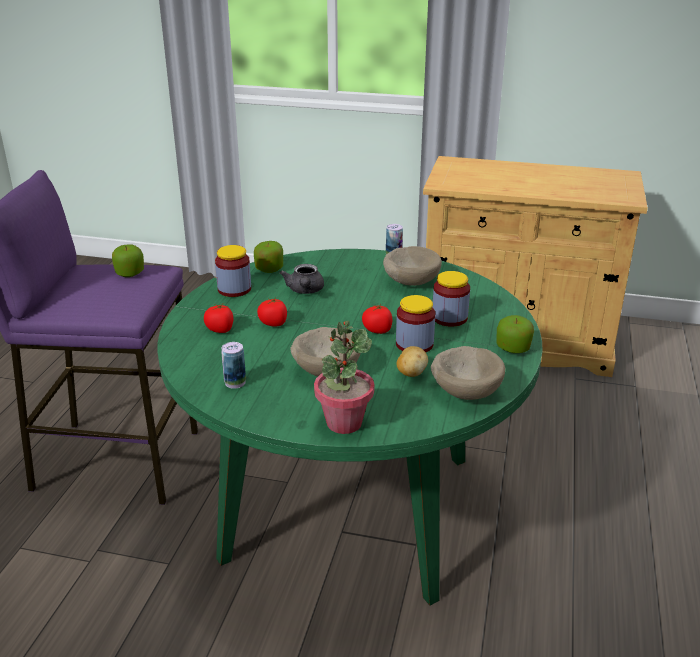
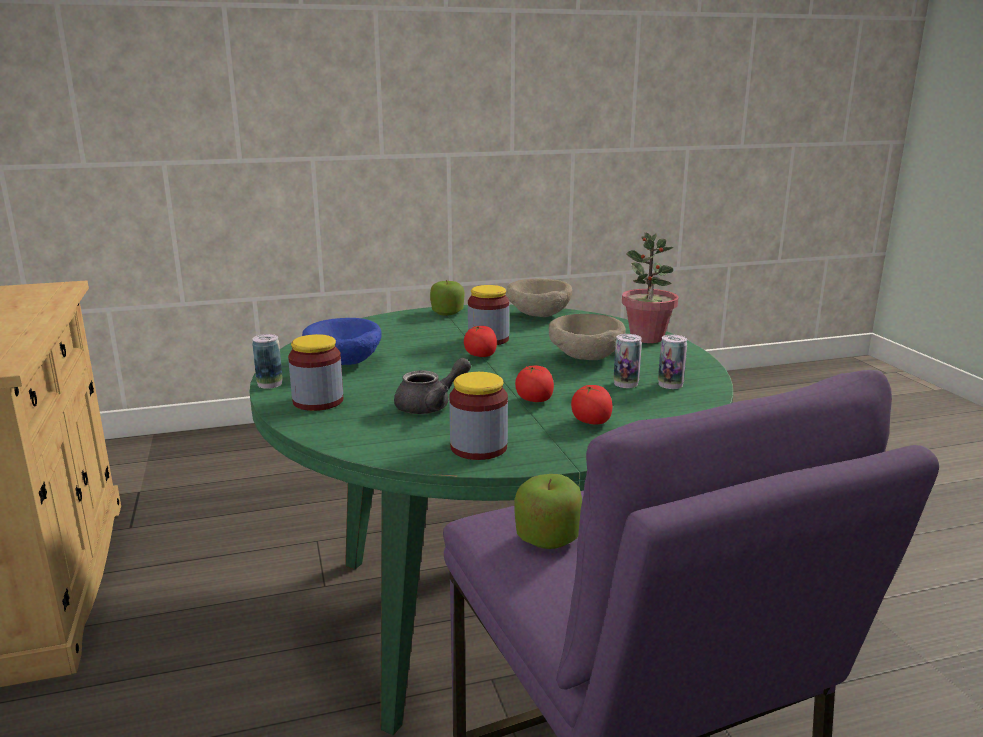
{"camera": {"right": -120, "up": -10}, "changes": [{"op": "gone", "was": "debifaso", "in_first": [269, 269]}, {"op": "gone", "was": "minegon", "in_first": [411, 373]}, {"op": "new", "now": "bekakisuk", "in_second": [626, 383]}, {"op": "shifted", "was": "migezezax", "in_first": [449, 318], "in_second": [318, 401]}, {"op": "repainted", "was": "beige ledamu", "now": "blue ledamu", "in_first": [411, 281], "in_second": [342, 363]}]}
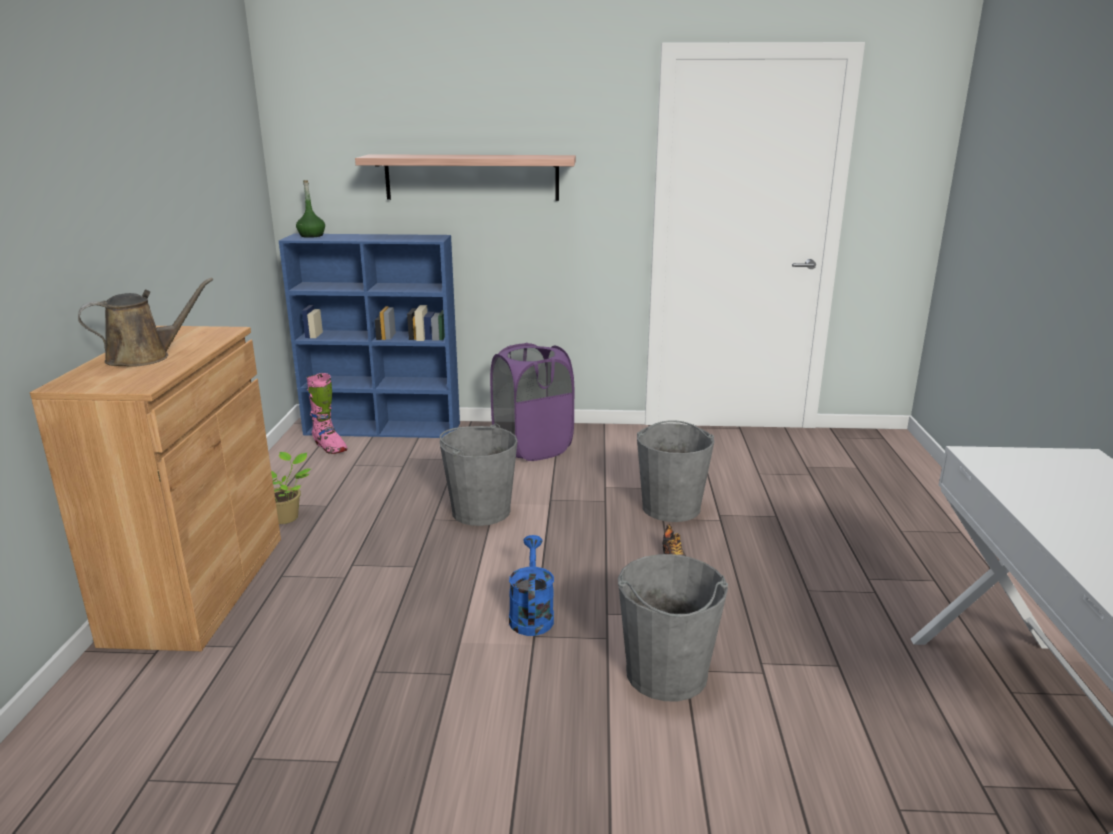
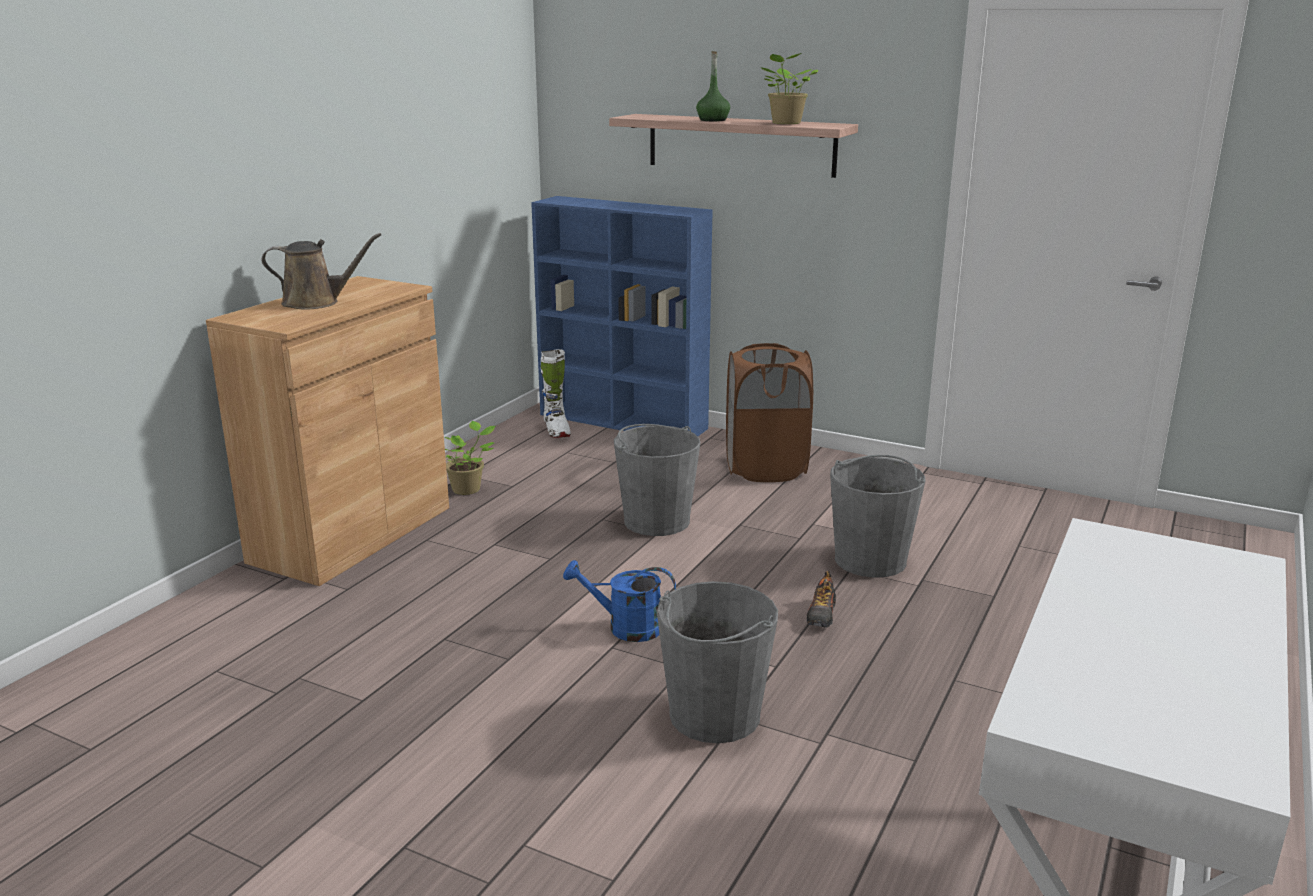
{"camera": {"right": 25, "up": 0}, "changes": [{"op": "new", "now": "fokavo", "in_second": [785, 123]}, {"op": "shifted", "was": "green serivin", "in_first": [311, 235], "in_second": [712, 120]}, {"op": "repainted", "was": "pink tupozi", "now": "white tupozi", "in_first": [329, 447], "in_second": [556, 431]}, {"op": "repainted", "was": "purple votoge", "now": "brown votoge", "in_first": [532, 448], "in_second": [765, 468]}, {"op": "rotated", "was": "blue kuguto", "in_first": [531, 614], "in_second": [625, 628], "clockwise": -105}]}
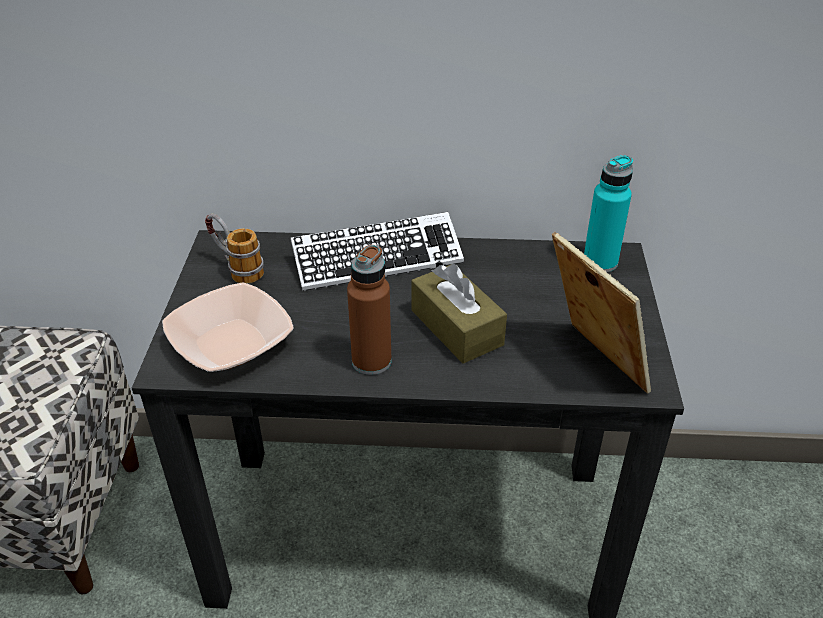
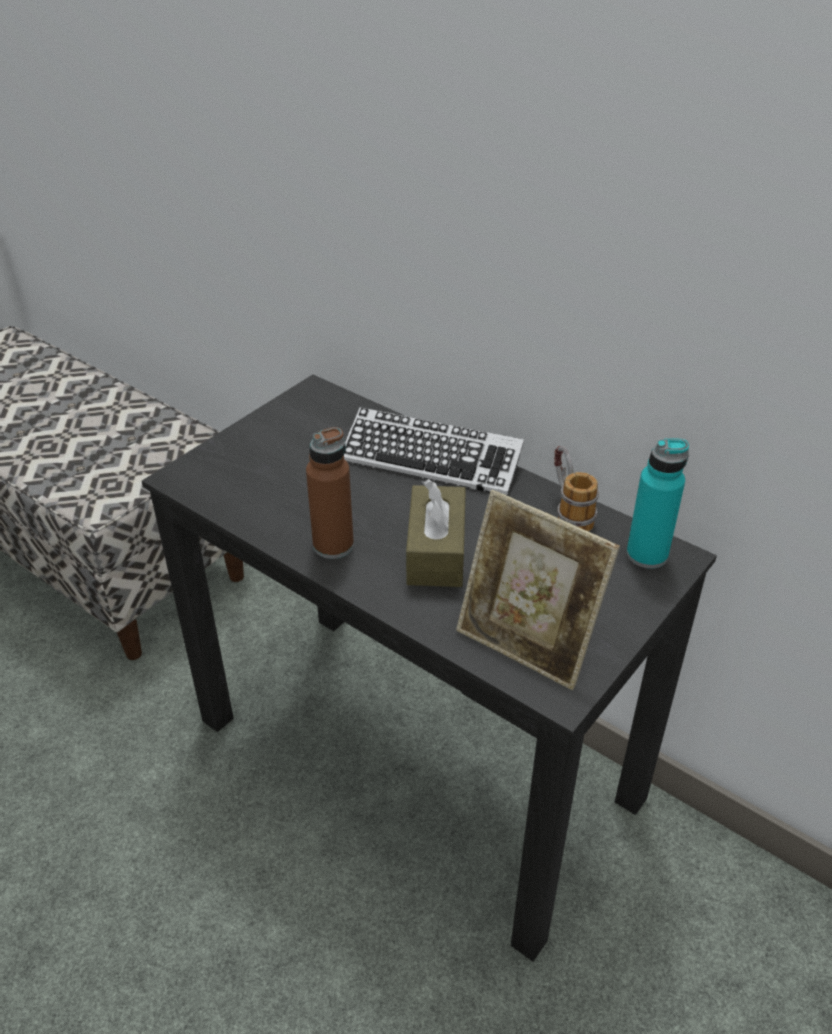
{"camera": {"right": 35, "up": 0}, "changes": [{"op": "gone", "was": "ledamu", "in_first": [231, 344]}, {"op": "shifted", "was": "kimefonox", "in_first": [236, 268], "in_second": [567, 511]}, {"op": "rotated", "was": "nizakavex", "in_first": [592, 364], "in_second": [527, 644], "clockwise": 120}]}
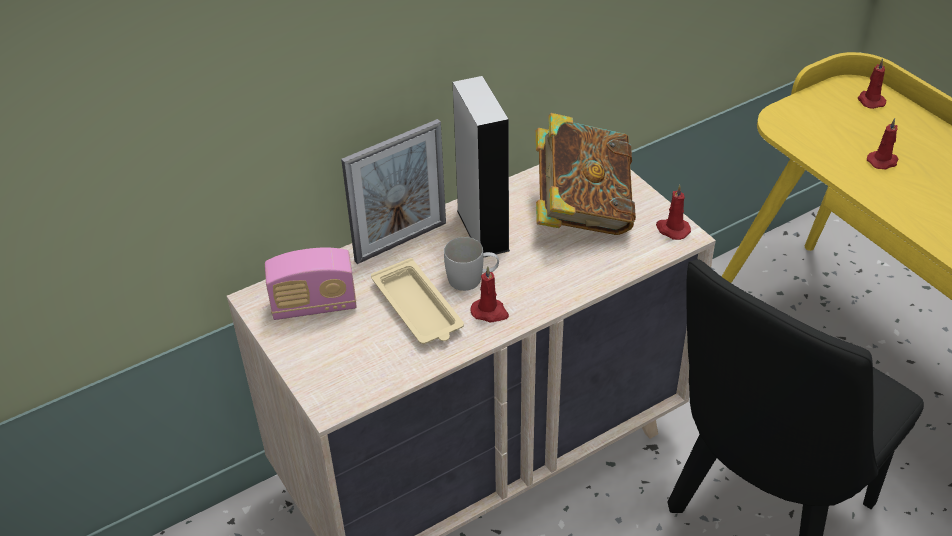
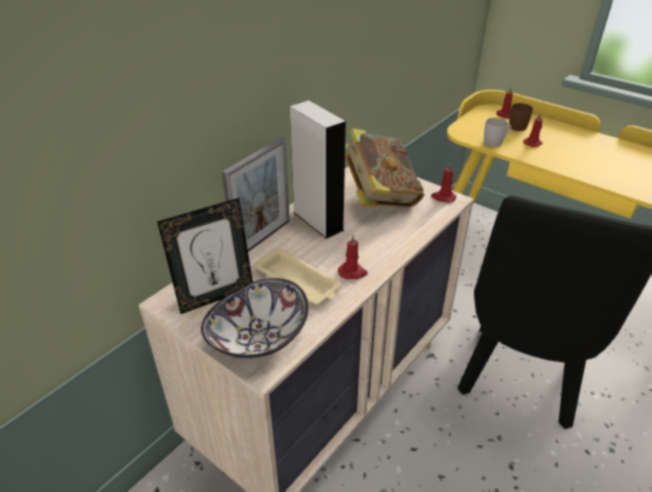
{"camera": {"right": -20, "up": -5}, "changes": [{"op": "new", "now": "ledamu", "in_second": [257, 337]}, {"op": "new", "now": "brown kimefonox", "in_second": [520, 126]}, {"op": "shifted", "was": "white kimefonox", "in_first": [472, 279], "in_second": [496, 142]}, {"op": "swapped", "was": "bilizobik", "now": "nizakavex", "in_first": [314, 306], "in_second": [215, 296]}]}
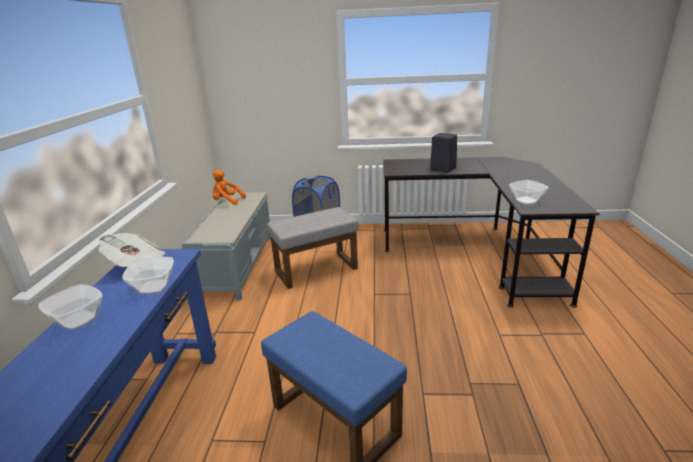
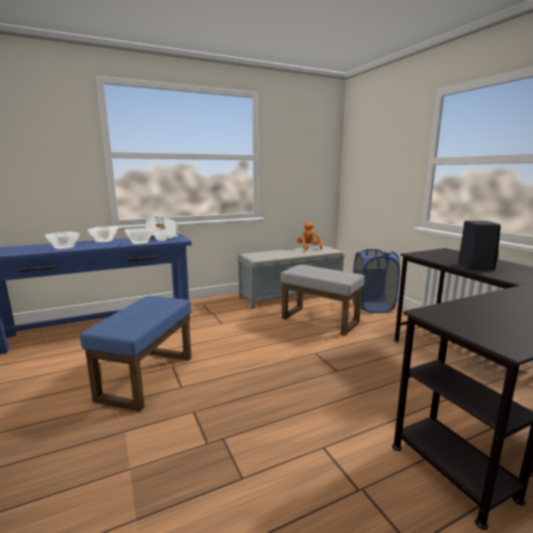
{"camera": {"right": 60, "up": -10}, "changes": [{"op": "shifted", "was": "ledamu", "in_first": [525, 201], "in_second": [64, 248]}]}
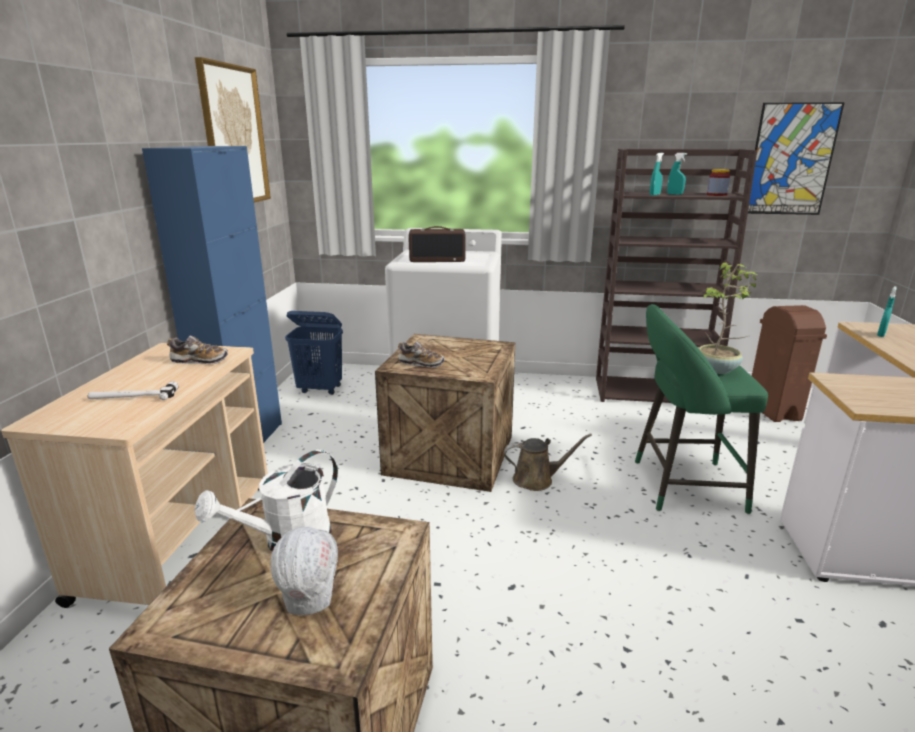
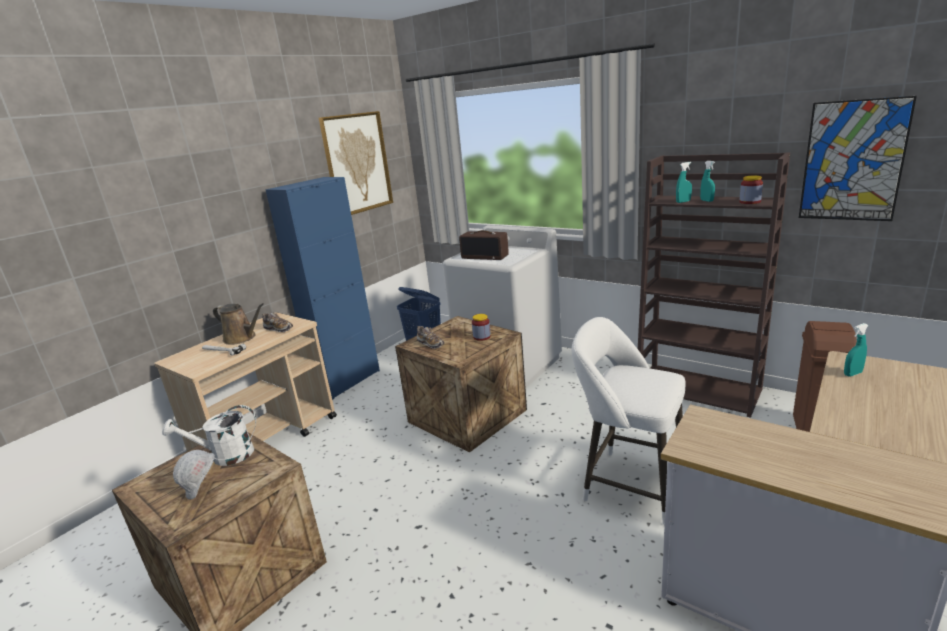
{"camera": {"right": 30, "up": 0}, "changes": [{"op": "gone", "was": "fokavo", "in_first": [717, 369]}, {"op": "new", "now": "migezezax", "in_second": [482, 337]}, {"op": "shifted", "was": "brown kuguto", "in_first": [537, 479], "in_second": [242, 338]}, {"op": "repainted", "was": "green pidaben", "now": "white pidaben", "in_first": [680, 486], "in_second": [628, 484]}]}
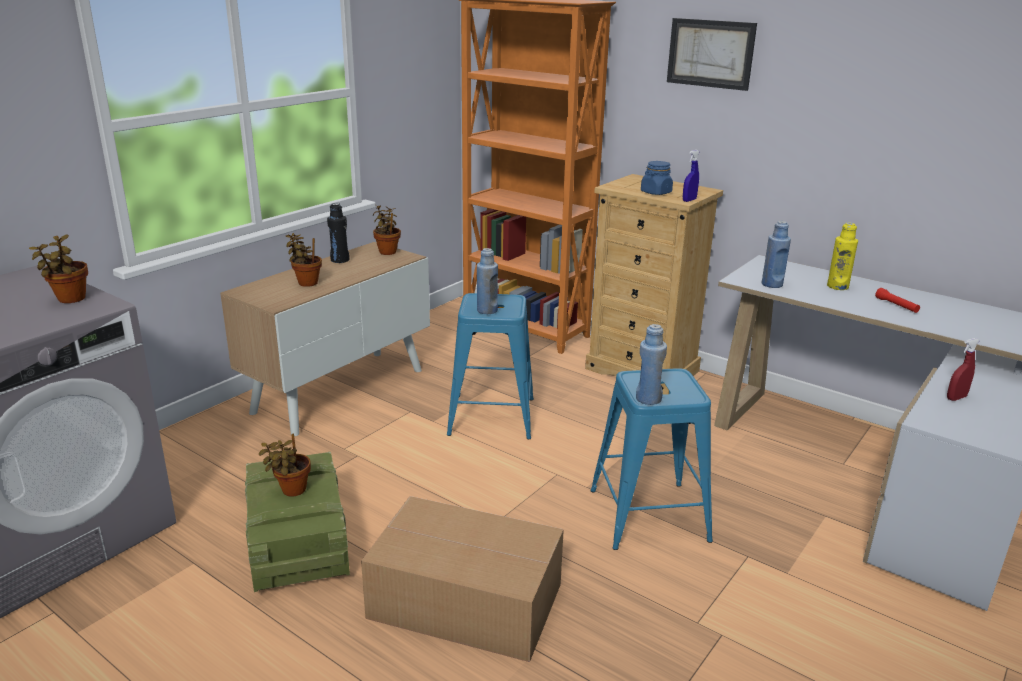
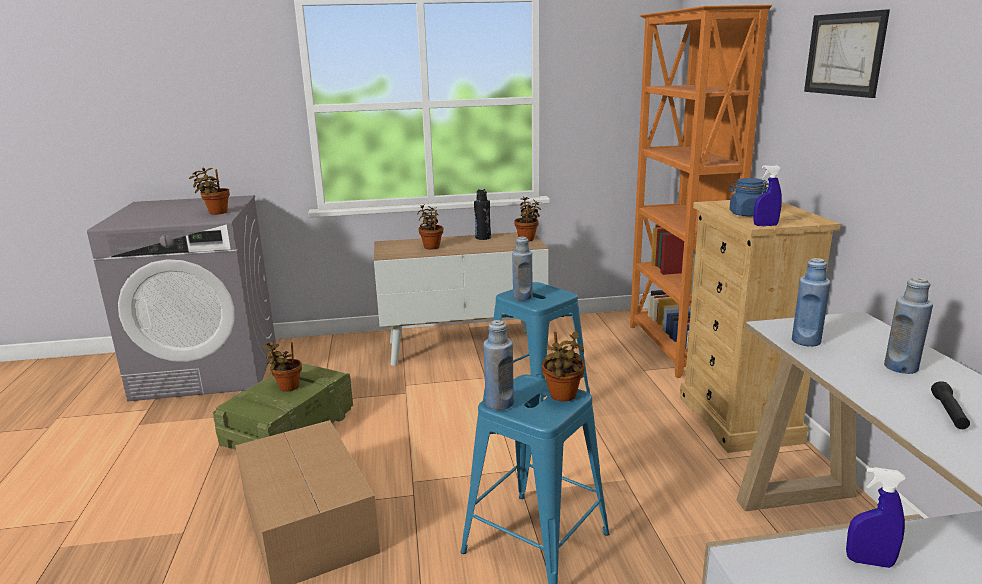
{"camera": {"right": 45, "up": -5}, "changes": [{"op": "new", "now": "fokavo", "in_second": [562, 397]}, {"op": "repainted", "was": "yellow serivin", "now": "blue serivin", "in_first": [837, 286], "in_second": [901, 367]}, {"op": "repainted", "was": "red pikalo", "now": "black pikalo", "in_first": [896, 306], "in_second": [949, 413]}, {"op": "repainted", "was": "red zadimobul", "now": "blue zadimobul", "in_first": [956, 398], "in_second": [869, 562]}]}
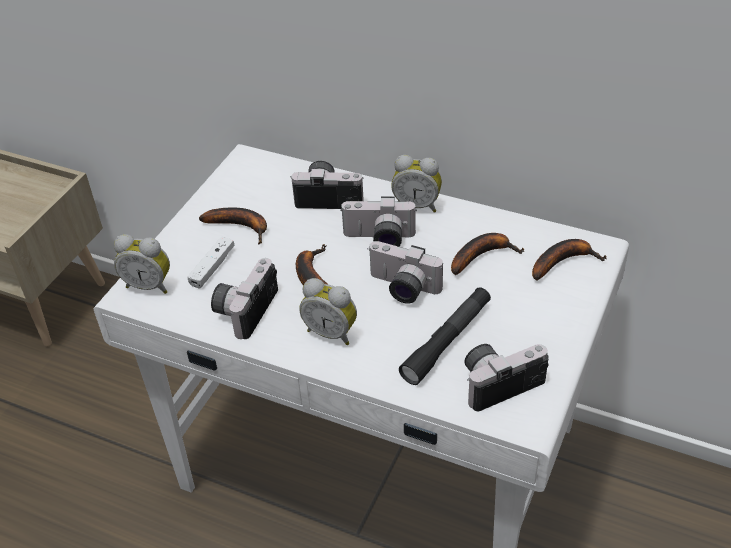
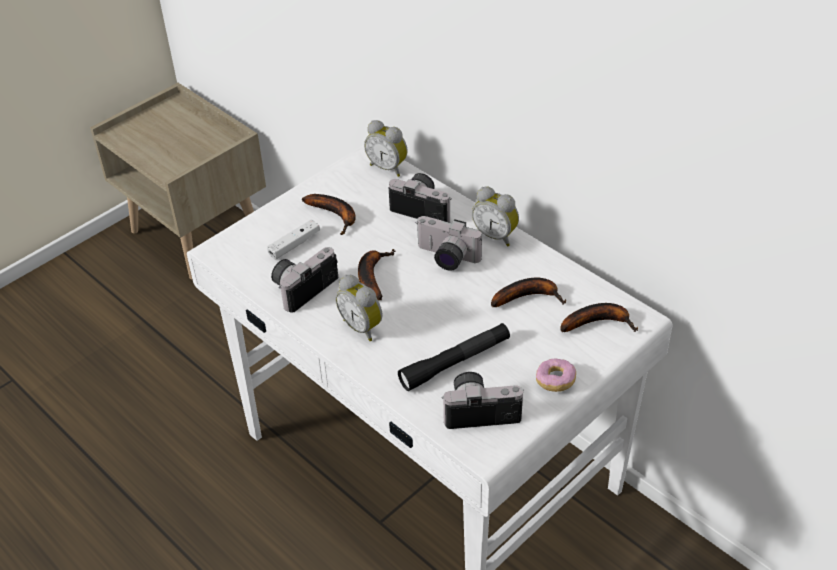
{"camera": {"right": 20, "up": 0}, "changes": [{"op": "gone", "was": "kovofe", "in_first": [401, 288]}, {"op": "new", "now": "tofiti", "in_second": [555, 381]}, {"op": "shifted", "was": "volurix", "in_first": [149, 285], "in_second": [388, 167]}]}
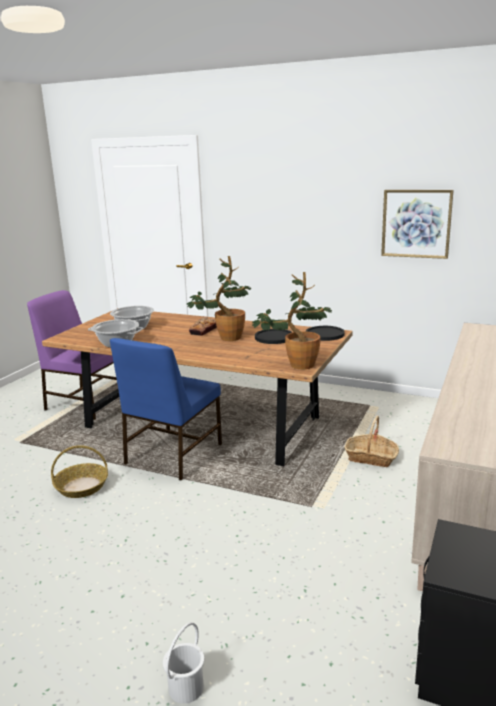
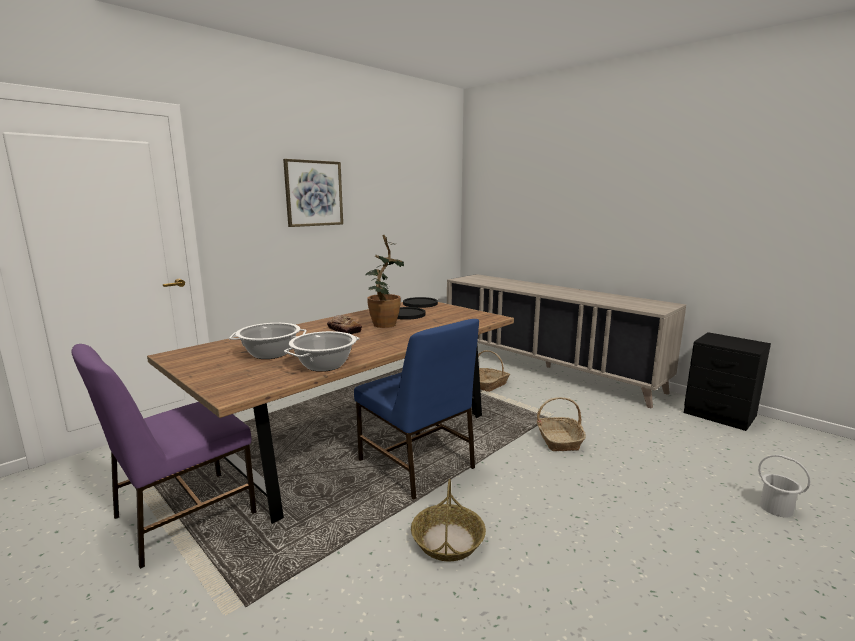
{"camera": {"right": -70, "up": -5}, "changes": [{"op": "gone", "was": "fokavo", "in_first": [296, 364]}, {"op": "new", "now": "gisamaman", "in_second": [558, 440]}, {"op": "shifted", "was": "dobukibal", "in_first": [416, 223], "in_second": [314, 193]}]}
